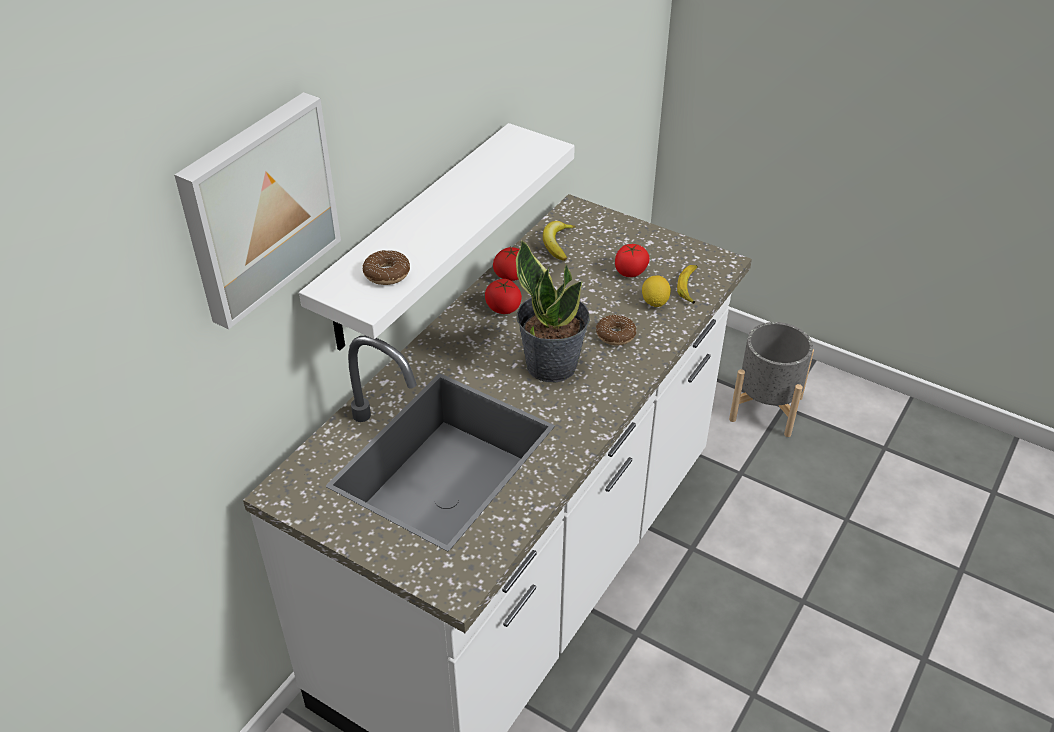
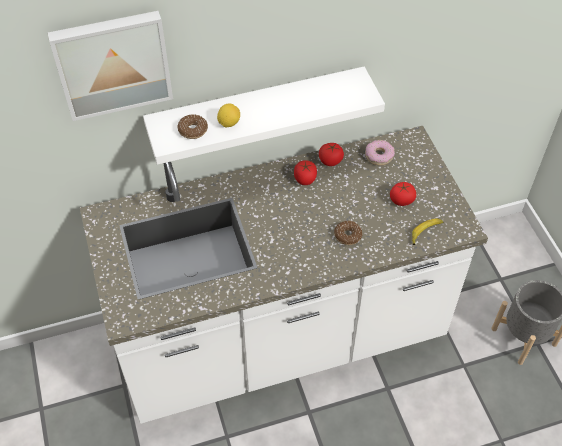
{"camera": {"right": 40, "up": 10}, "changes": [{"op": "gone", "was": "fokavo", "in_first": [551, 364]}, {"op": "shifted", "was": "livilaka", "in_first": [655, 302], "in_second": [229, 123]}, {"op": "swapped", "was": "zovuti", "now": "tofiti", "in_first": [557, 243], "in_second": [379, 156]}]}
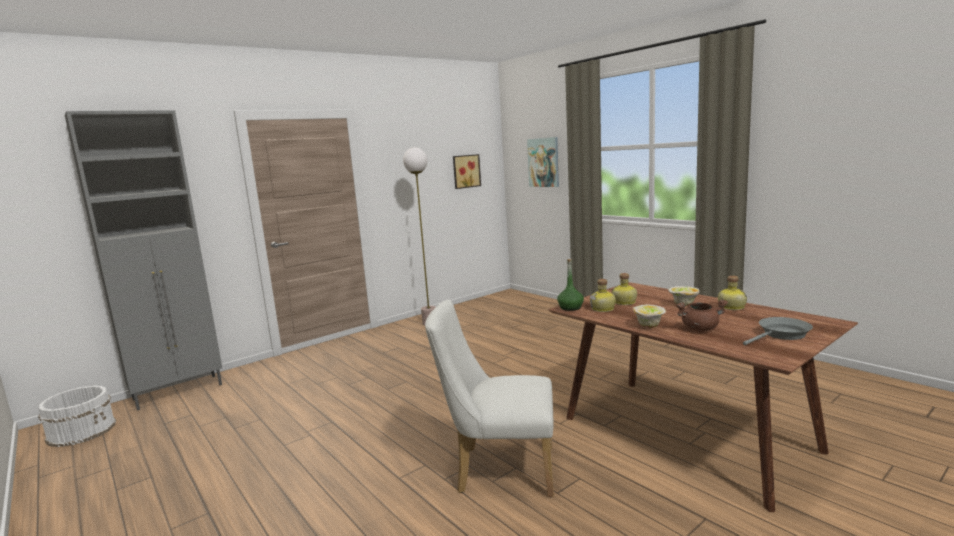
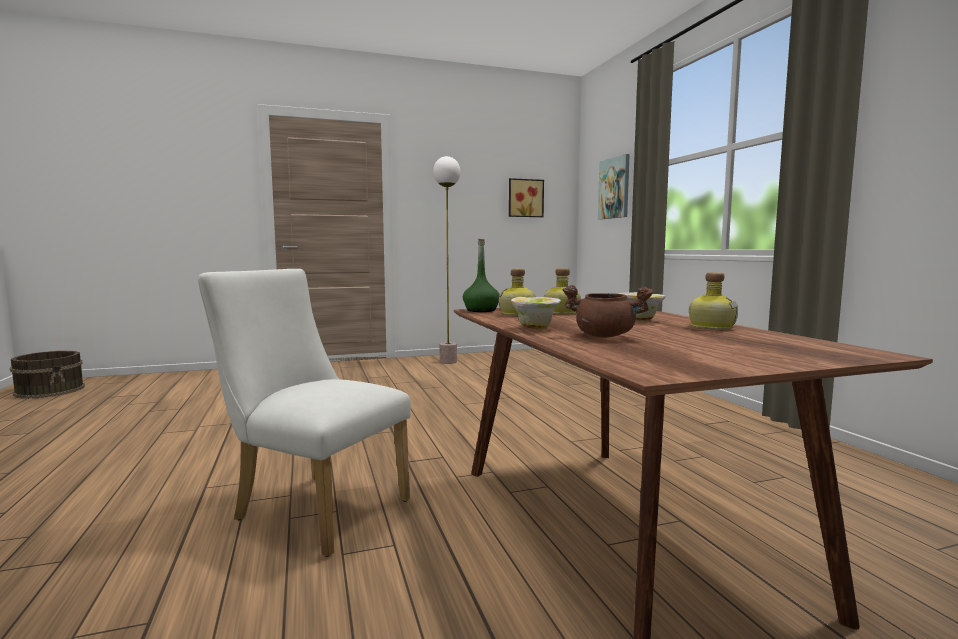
{"camera": {"right": 20, "up": -5}, "changes": [{"op": "gone", "was": "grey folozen", "in_first": [180, 392]}, {"op": "gone", "was": "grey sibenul", "in_first": [781, 335]}, {"op": "repainted", "was": "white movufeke", "now": "brown movufeke", "in_first": [82, 431], "in_second": [51, 390]}]}
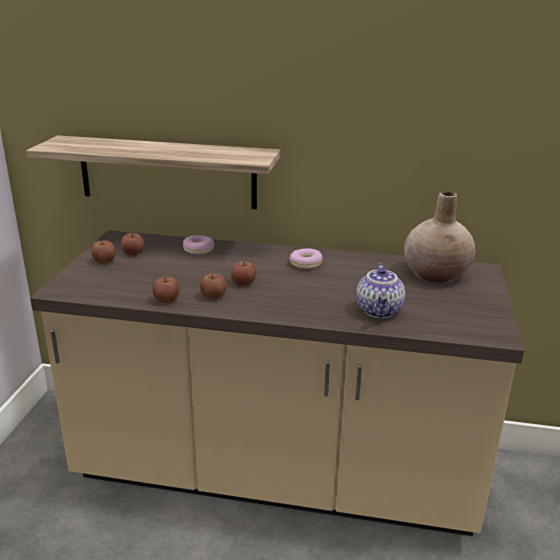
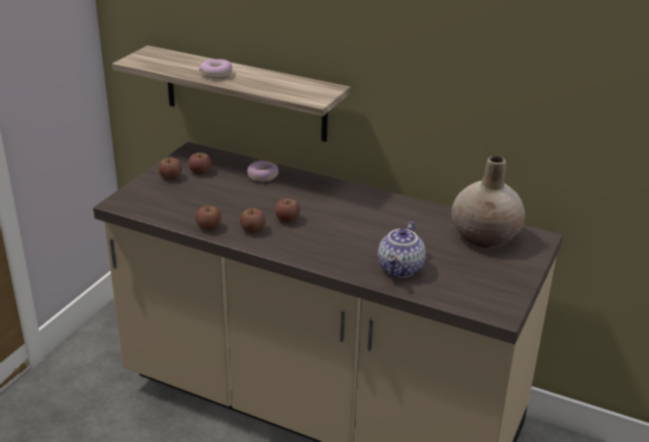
{"camera": {"right": 15, "up": 5}, "changes": [{"op": "shifted", "was": "tofiti", "in_first": [306, 264], "in_second": [216, 74]}]}
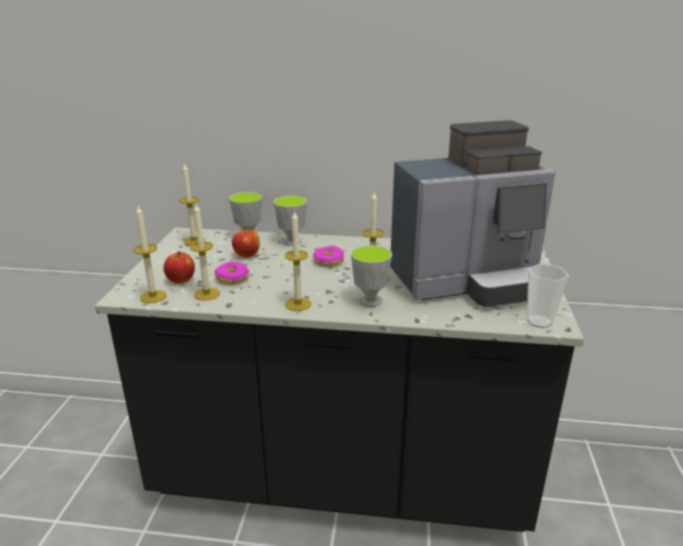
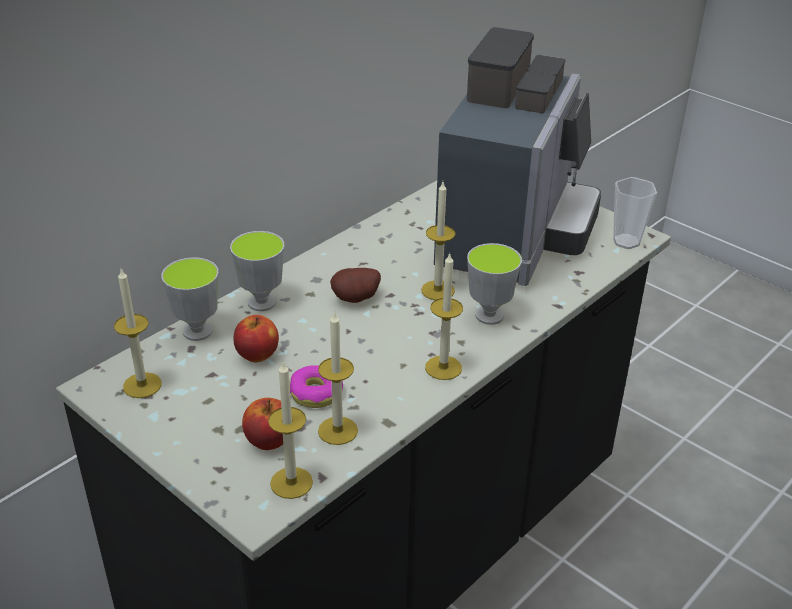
{"camera": {"right": -55, "up": 10}, "changes": [{"op": "swapped", "was": "tofiti", "now": "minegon", "in_first": [328, 261], "in_second": [357, 300]}]}
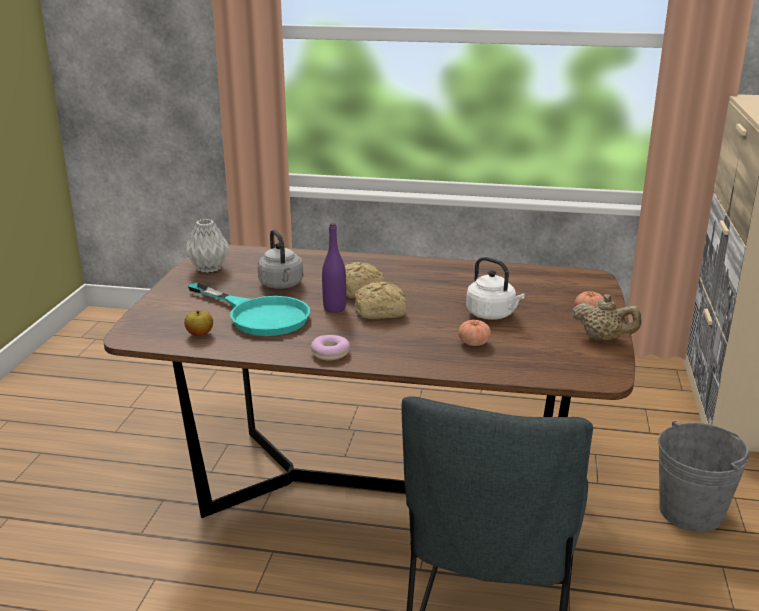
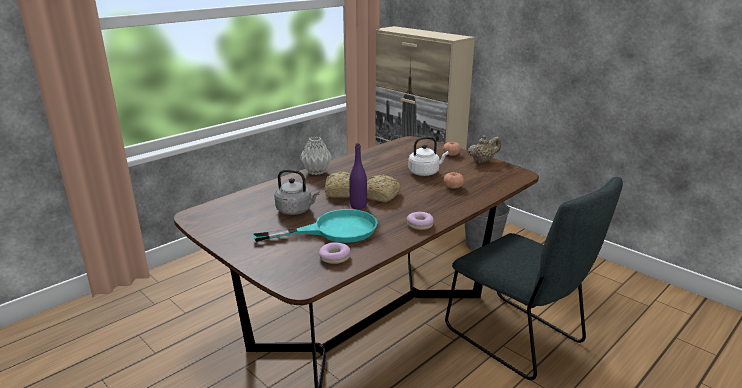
{"camera": {"right": -55, "up": 0}, "changes": [{"op": "shifted", "was": "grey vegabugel", "in_first": [209, 268], "in_second": [316, 172]}, {"op": "swapped", "was": "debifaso", "now": "tofiti", "in_first": [200, 334], "in_second": [334, 257]}]}
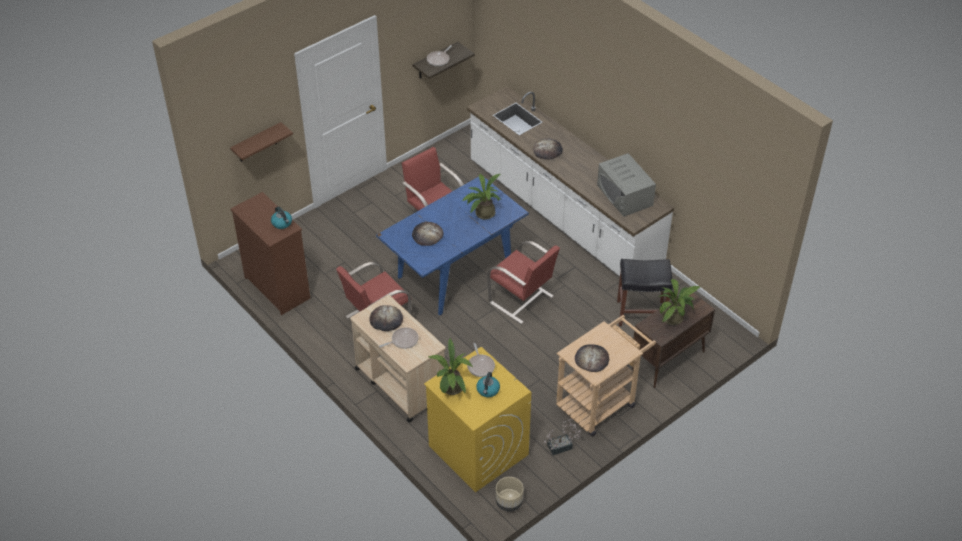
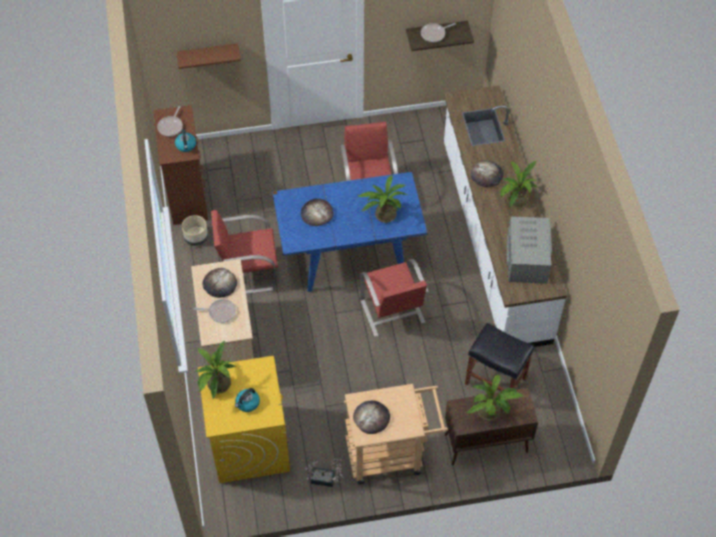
{"camera": {"right": 30, "up": 10}, "changes": [{"op": "new", "now": "fokavo", "in_second": [515, 201]}, {"op": "shifted", "was": "sibenul", "in_first": [480, 366], "in_second": [171, 126]}, {"op": "shifted", "was": "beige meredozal", "in_first": [509, 502], "in_second": [196, 238]}]}
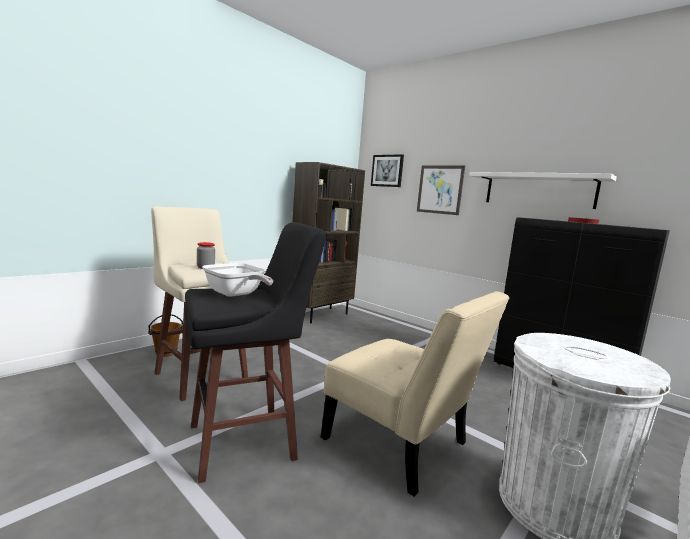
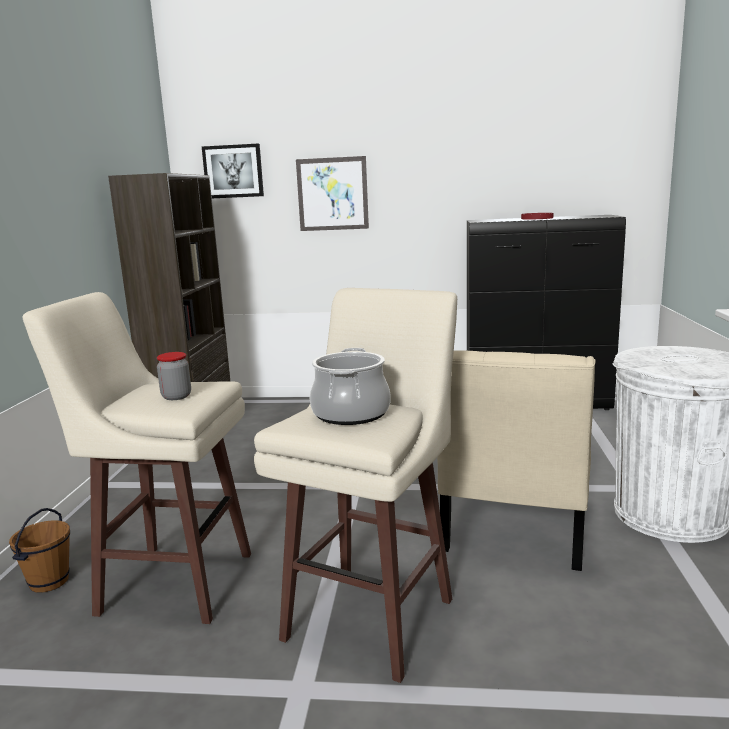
{"camera": {"right": -35, "up": 5}, "changes": [{"op": "gone", "was": "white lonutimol", "in_first": [538, 190]}, {"op": "swapped", "was": "sibenul", "now": "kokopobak", "in_first": [236, 294], "in_second": [351, 414]}, {"op": "repainted", "was": "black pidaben", "now": "beige pidaben", "in_first": [245, 442], "in_second": [373, 616]}, {"op": "rotated", "was": "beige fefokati", "in_first": [401, 445], "in_second": [513, 532], "clockwise": 105}]}
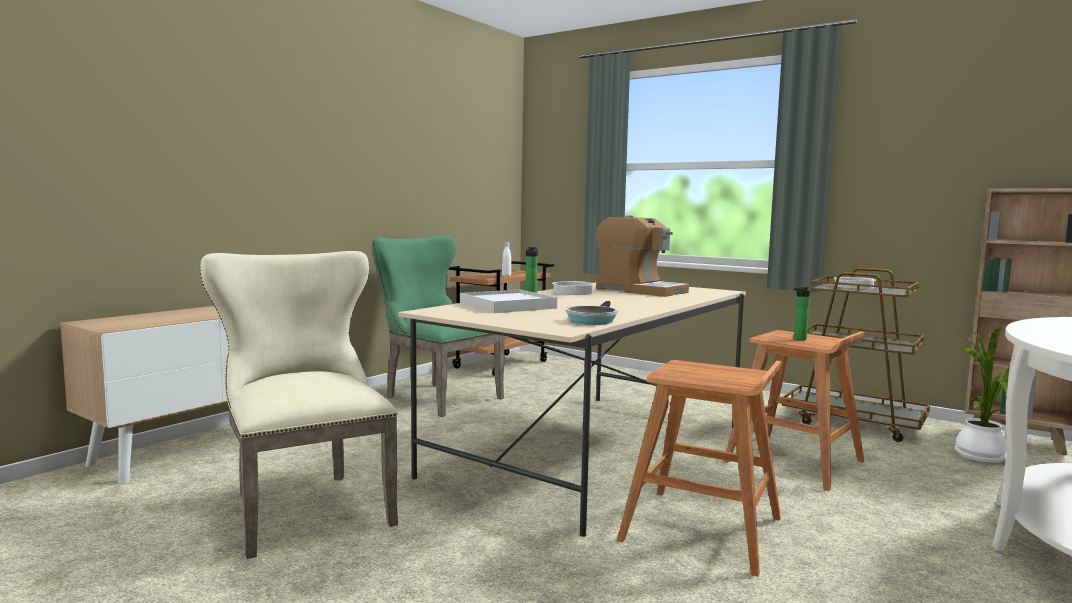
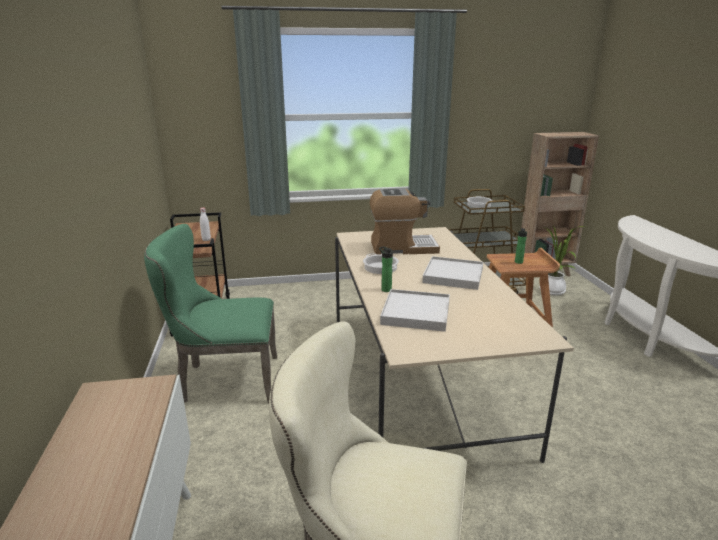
{"camera": {"right": -45, "up": 15}, "changes": [{"op": "gone", "was": "sibenul", "in_first": [592, 320]}, {"op": "gone", "was": "brown pidaben", "in_first": [704, 529]}, {"op": "new", "now": "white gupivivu", "in_second": [453, 275]}]}
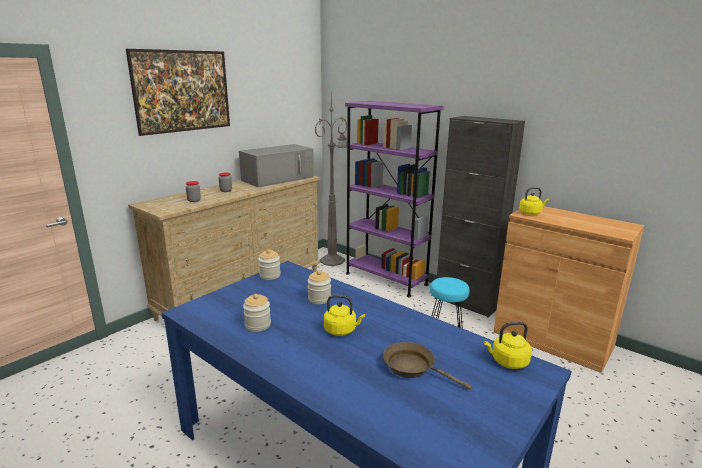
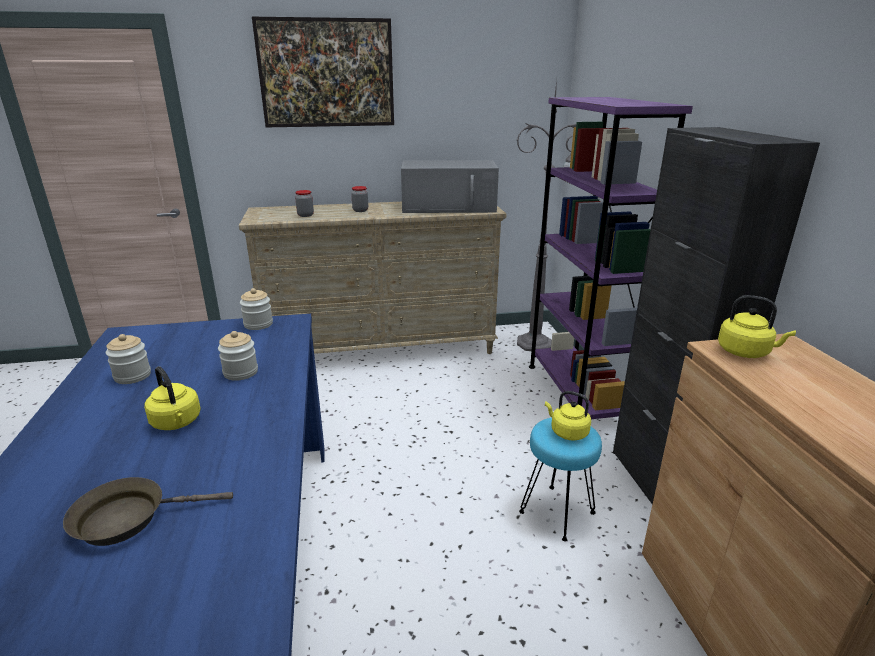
{"camera": {"right": 40, "up": 5}, "changes": [{"op": "shifted", "was": "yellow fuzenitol", "in_first": [507, 362], "in_second": [567, 432]}, {"op": "rotated", "was": "brown sibenul", "in_first": [413, 367], "in_second": [128, 518], "clockwise": -90}]}
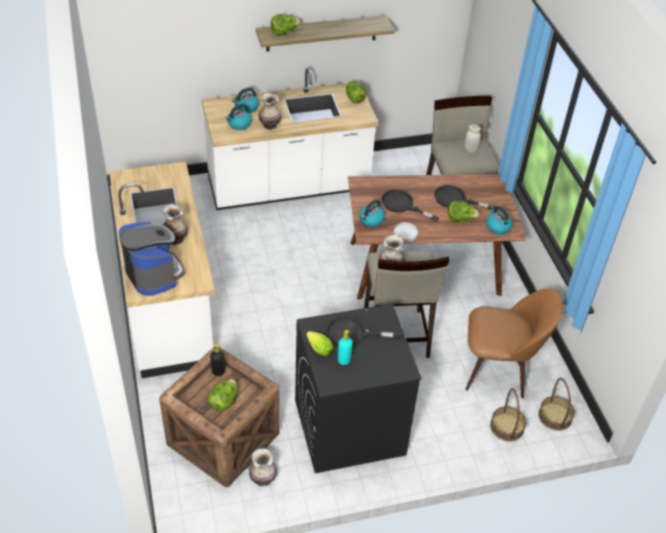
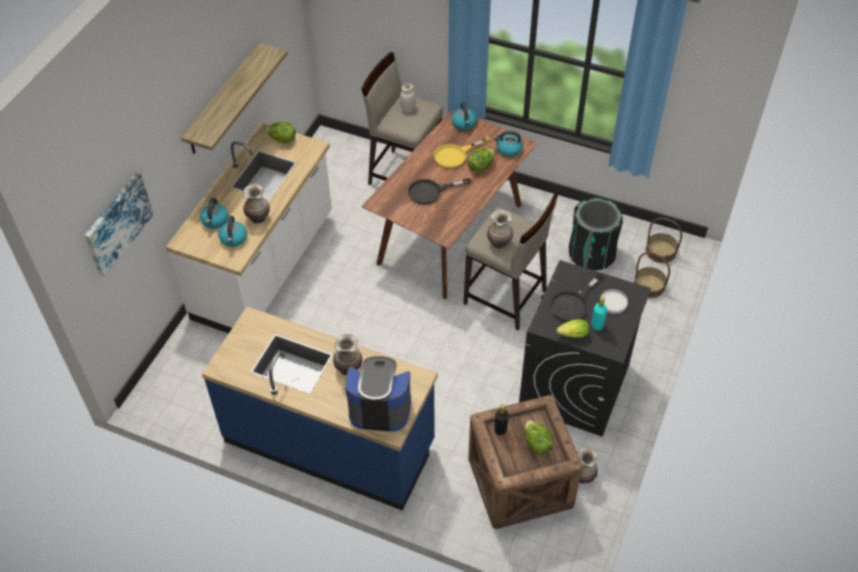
{"camera": {"right": -50, "up": 5}, "changes": [{"op": "gone", "was": "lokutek", "in_first": [284, 33]}, {"op": "new", "now": "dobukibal", "in_second": [117, 223]}, {"op": "shifted", "was": "fuzenitol", "in_first": [371, 220], "in_second": [464, 123]}, {"op": "shifted", "was": "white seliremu", "in_first": [405, 233], "in_second": [613, 302]}, {"op": "swapped", "was": "brown fefokati", "now": "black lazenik", "in_first": [499, 368], "in_second": [591, 254]}, {"op": "repainted", "was": "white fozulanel", "now": "blue fozulanel", "in_first": [168, 304], "in_second": [330, 441]}, {"op": "repainted", "was": "black sibenul", "now": "yellow sibenul", "in_first": [455, 199], "in_second": [455, 155]}]}
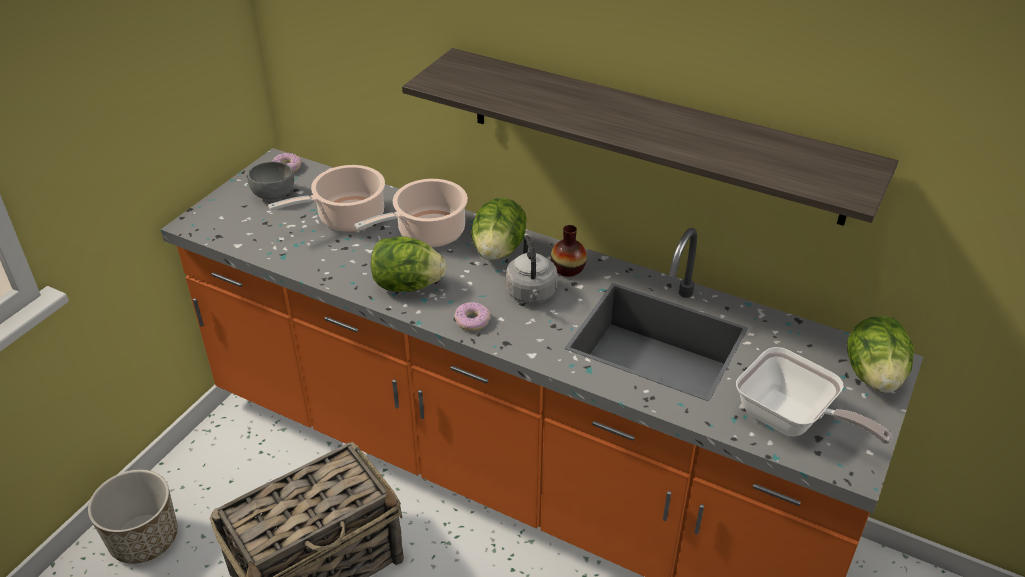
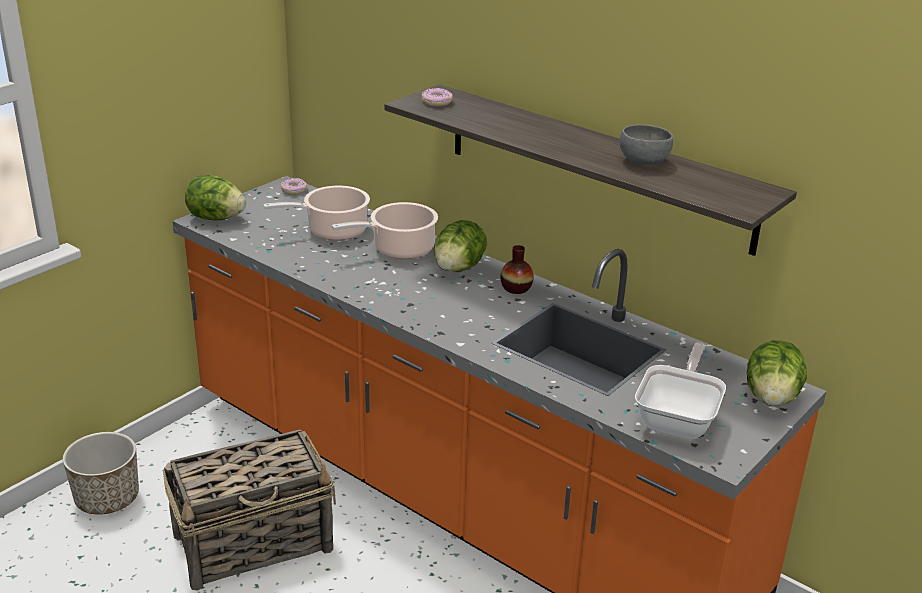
{"camera": {"right": 10, "up": -10}, "changes": [{"op": "gone", "was": "grey fuzenitol", "in_first": [531, 294]}, {"op": "shifted", "was": "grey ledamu", "in_first": [273, 194], "in_second": [643, 162]}, {"op": "shifted", "was": "lokutek", "in_first": [407, 285], "in_second": [216, 218]}, {"op": "shifted", "was": "tofiti", "in_first": [472, 321], "in_second": [437, 102]}, {"op": "rotated", "was": "sibenul", "in_first": [791, 421], "in_second": [679, 419], "clockwise": -120}]}
